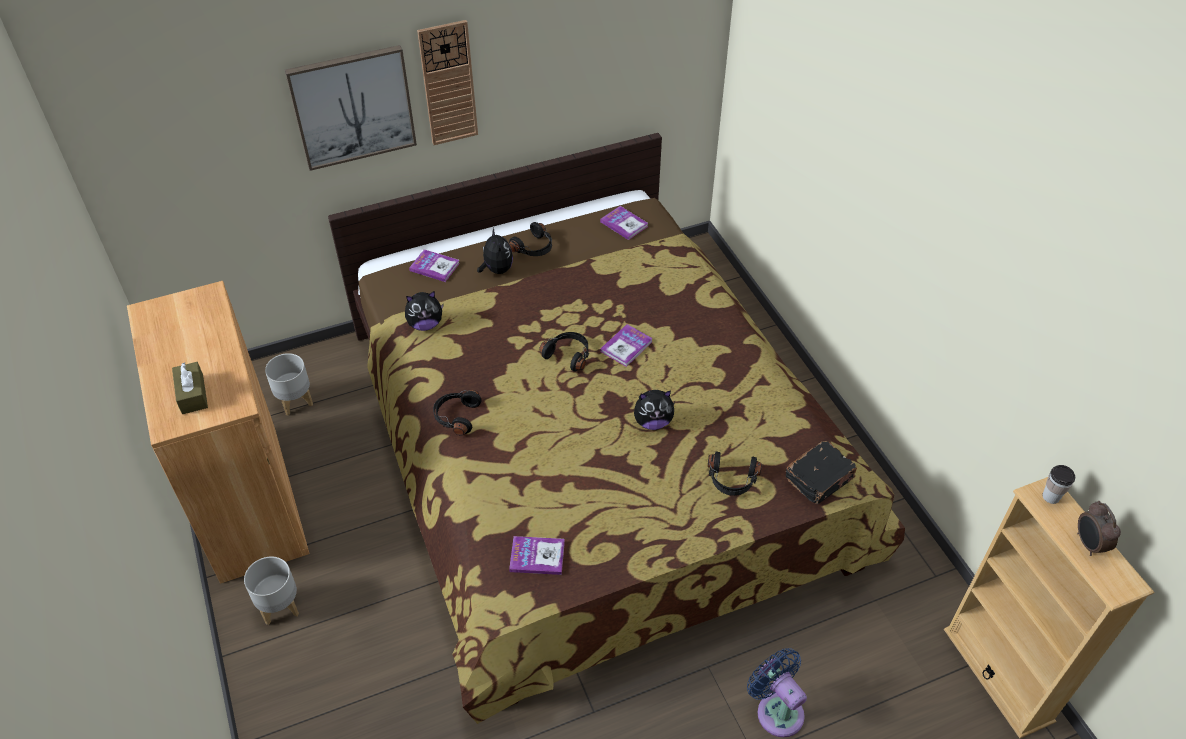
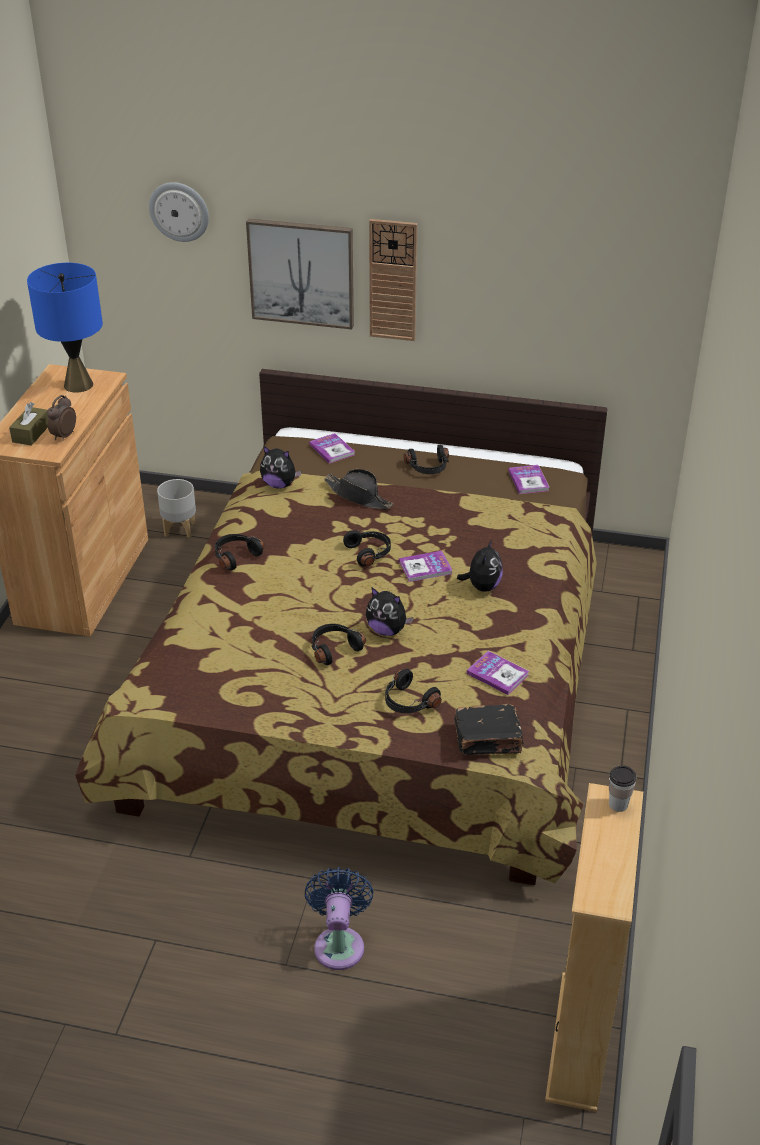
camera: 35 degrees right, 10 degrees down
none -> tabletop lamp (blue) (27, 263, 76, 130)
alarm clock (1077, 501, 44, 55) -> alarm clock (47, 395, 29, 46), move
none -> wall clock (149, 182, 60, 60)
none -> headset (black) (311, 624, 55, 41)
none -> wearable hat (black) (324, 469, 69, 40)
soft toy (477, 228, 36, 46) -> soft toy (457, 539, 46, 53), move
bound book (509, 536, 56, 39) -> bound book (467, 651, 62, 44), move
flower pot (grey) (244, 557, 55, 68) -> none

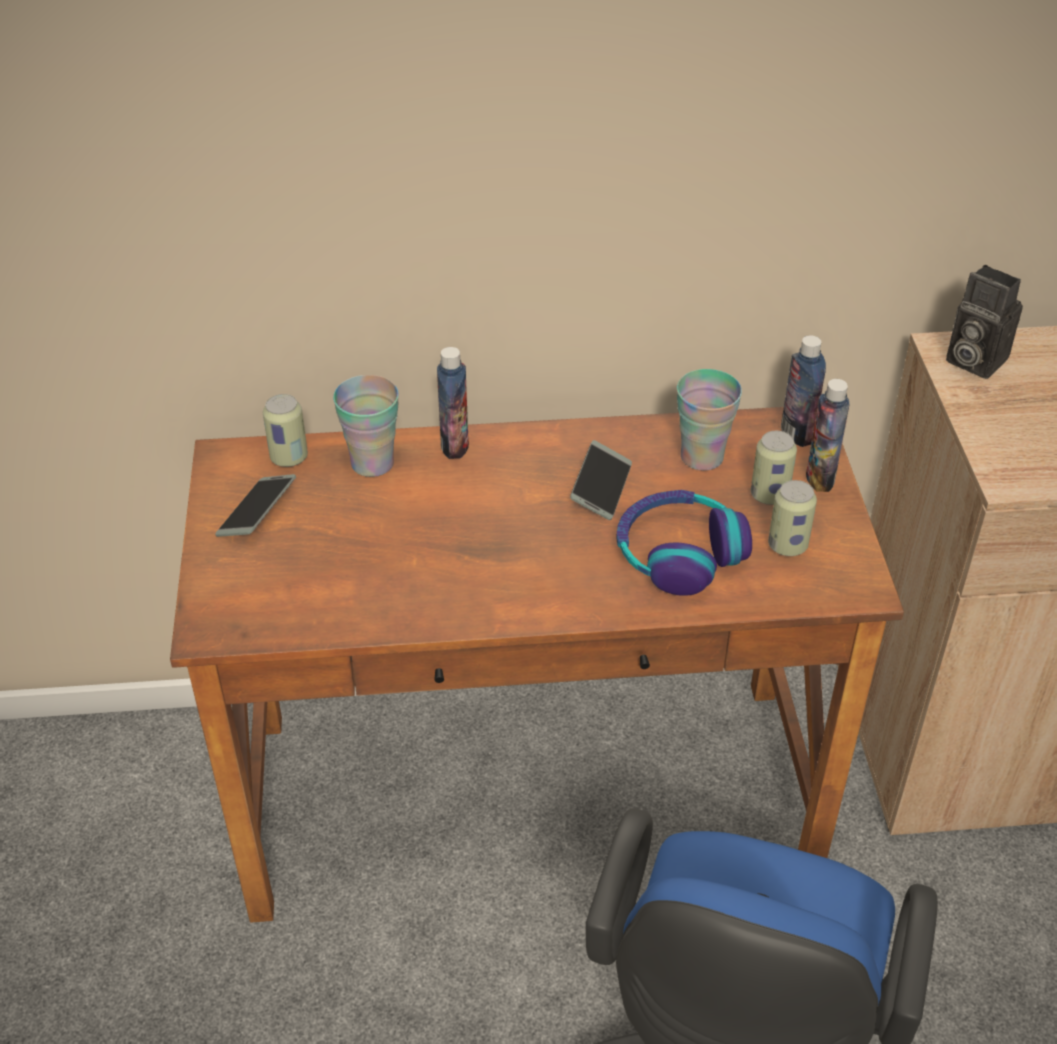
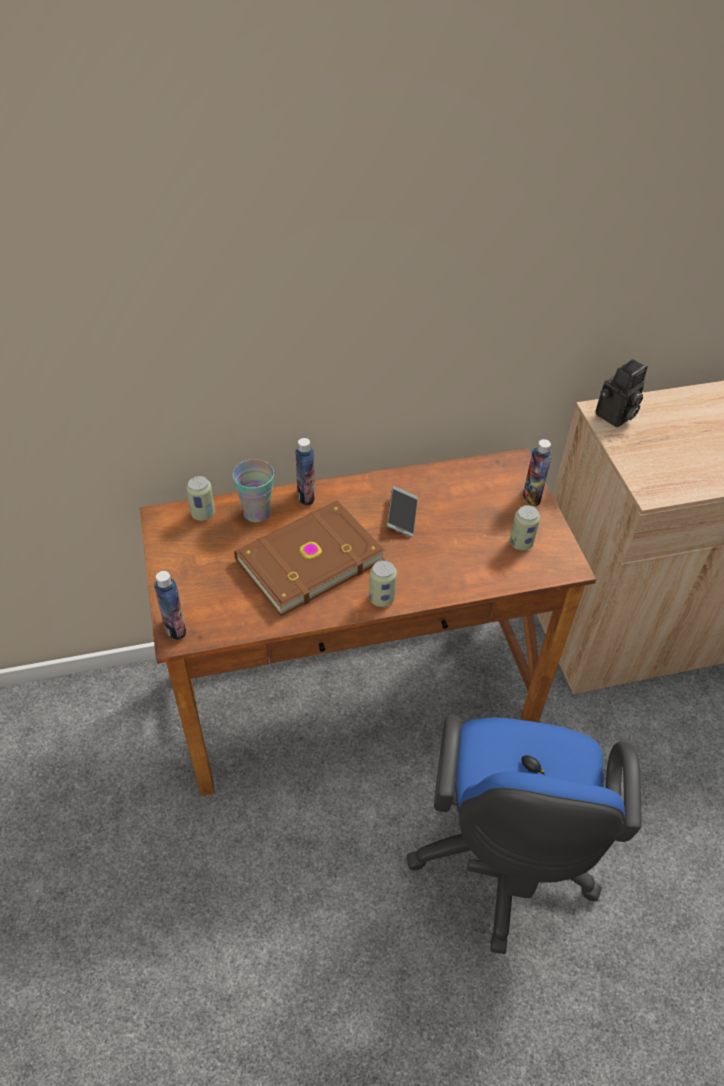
camera: 10 degrees left, 5 degrees up
beverage bottle (781, 335, 45, 112) -> beverage bottle (154, 571, 32, 69), move
none -> bound book (brownish) (234, 500, 151, 117)
metal can (750, 431, 47, 74) -> metal can (369, 560, 28, 47), move
still camera (946, 265, 77, 114) -> still camera (595, 359, 53, 68), 75 degrees counterclockwise
handset (215, 474, 81, 63) -> none
headset (616, 490, 136, 106) -> none
drinking cup (677, 369, 65, 102) -> none

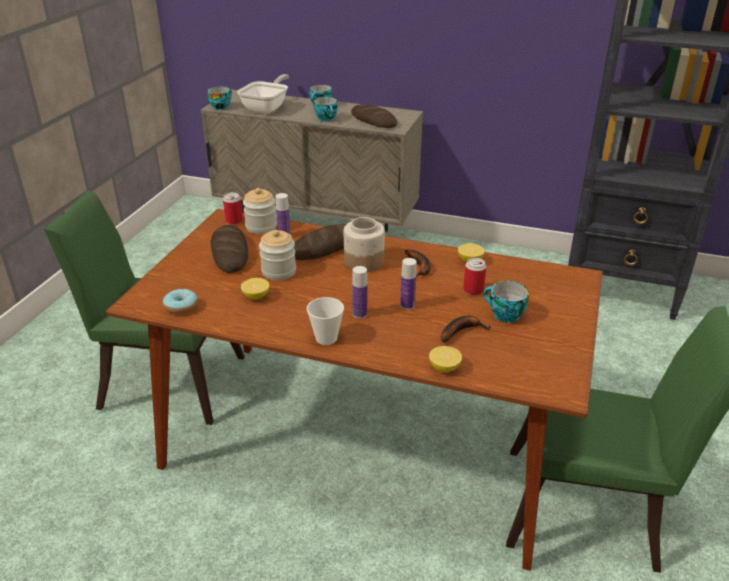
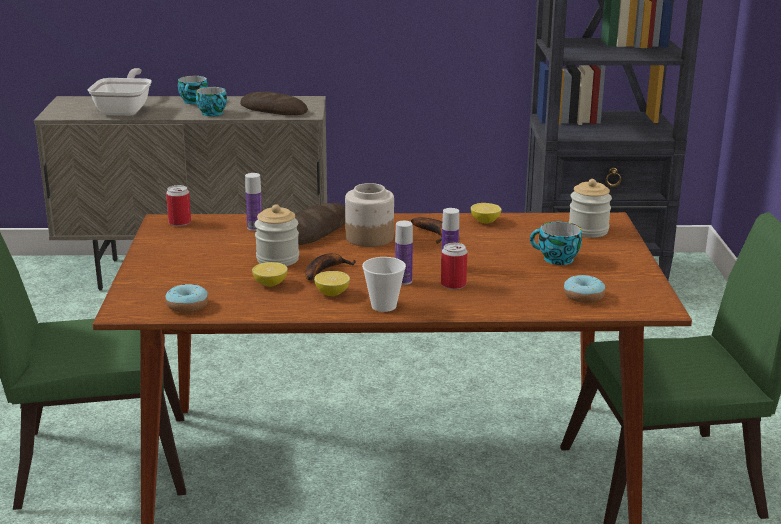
camera: 20 degrees left, 10 degrees down
whole banana (441, 316, 50, 27) -> whole banana (305, 253, 51, 28), move
whole lemon (429, 346, 33, 27) -> whole lemon (314, 271, 36, 25), move
metal can (463, 258, 23, 37) -> metal can (441, 243, 27, 47), move
none -> donut (563, 275, 42, 28)
storage jar (243, 188, 34, 46) -> storage jar (569, 179, 43, 59), move
drinking cup (207, 87, 25, 23) -> none
bread (211, 225, 37, 48) -> none

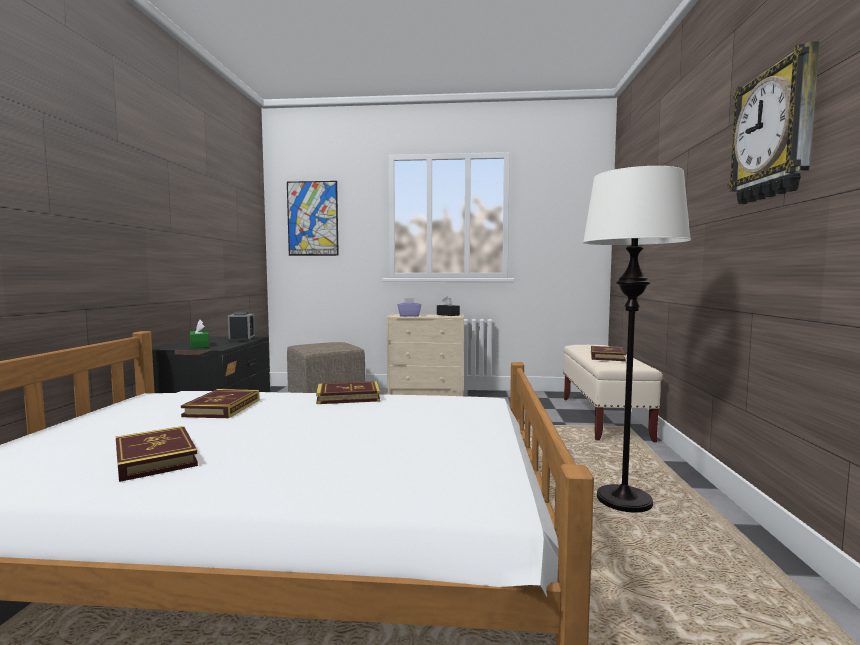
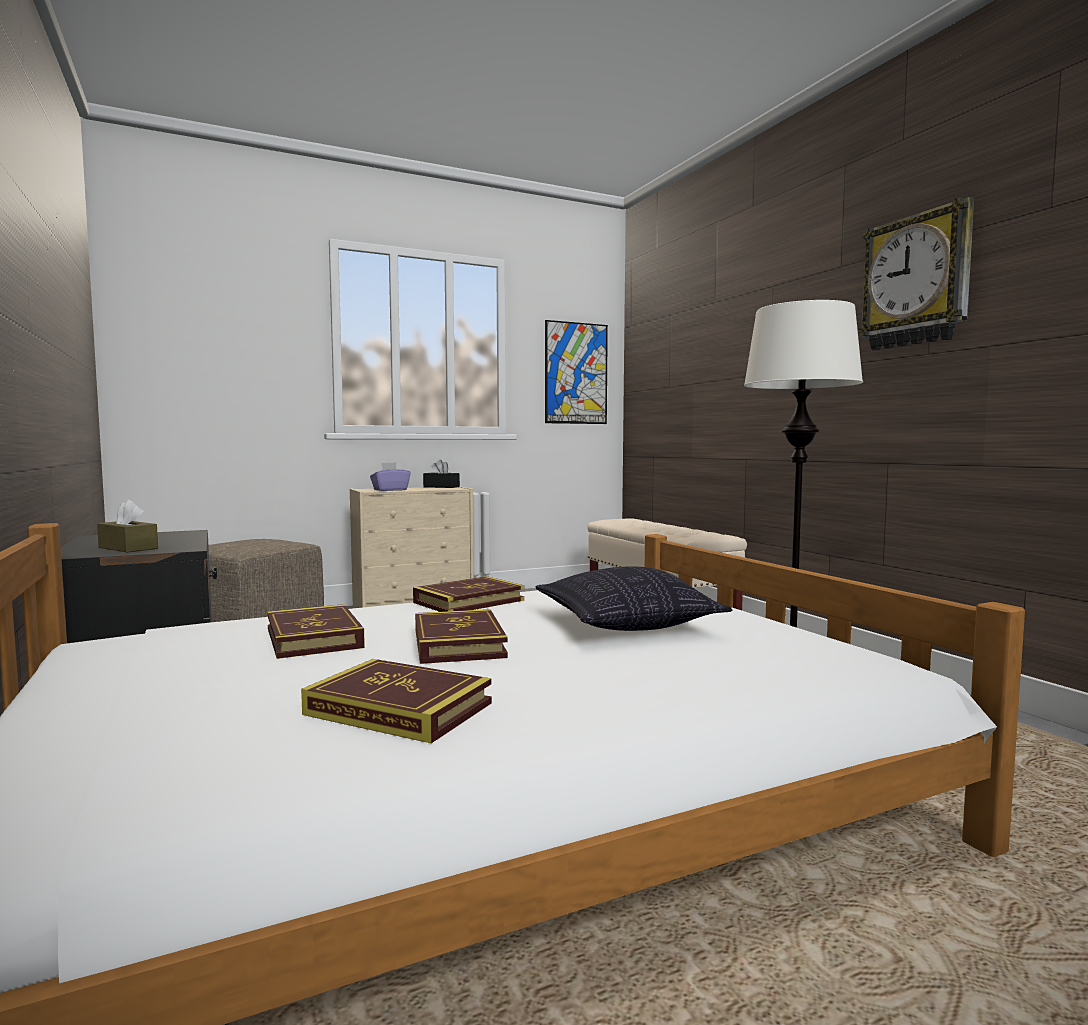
camera: 30 degrees left, 0 degrees up
box of tissues (green-coloured) (190, 320, 19, 28) -> box of tissues (brownish) (97, 499, 61, 54)
bound book (591, 346, 35, 15) -> bound book (415, 609, 93, 55), move
none -> pillow (536, 566, 196, 65)
wall picture (287, 181, 52, 75) -> wall picture (545, 320, 63, 104), move
alarm clock (228, 312, 27, 30) -> none

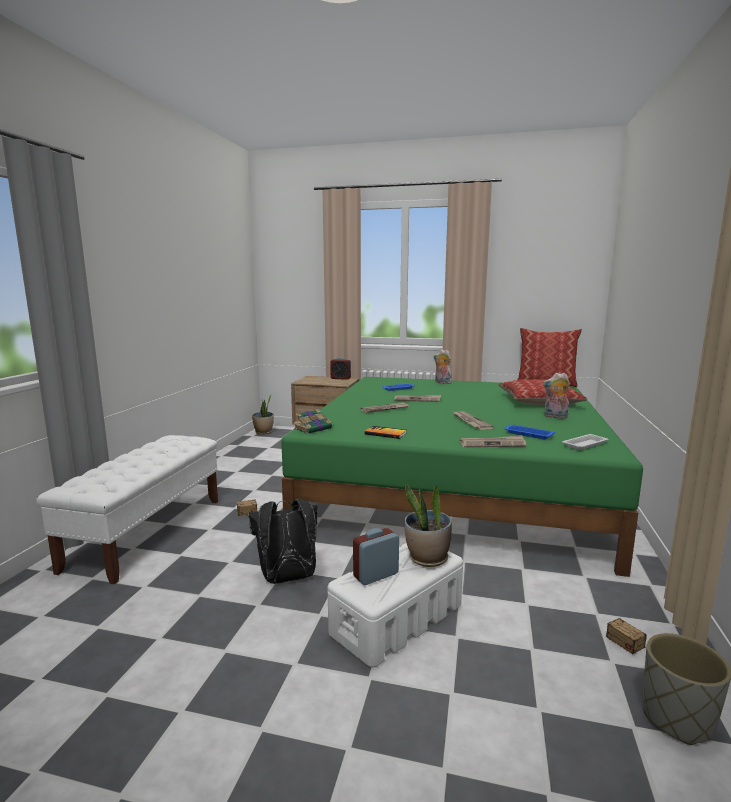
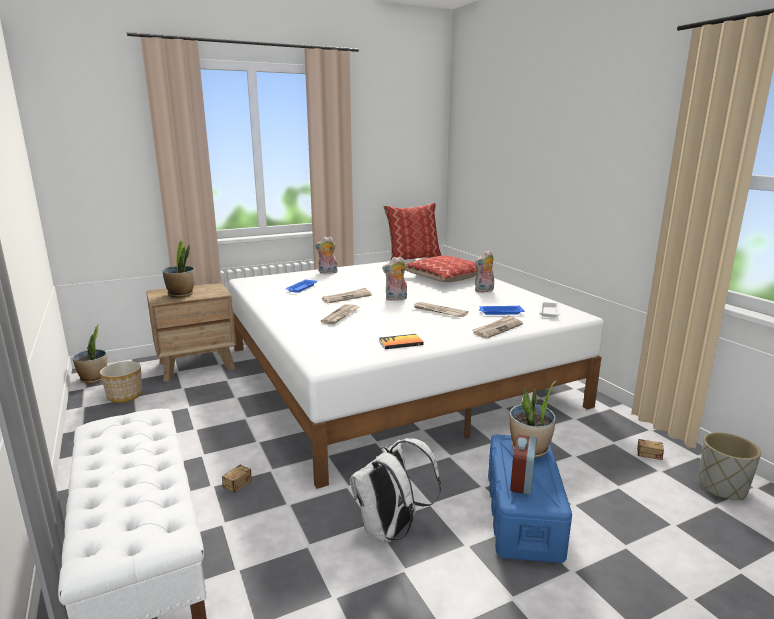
camera: 40 degrees left, 5 degrees up
none -> flower pot (100, 361, 42, 42)
none -> plant in a pot (163, 238, 32, 60)
sleeping bed (green-coloured) (281, 377, 362, 200) -> sleeping bed (white-coloured) (228, 257, 376, 232)
knapsack (black) (248, 499, 69, 85) -> knapsack (white-coloured) (350, 438, 91, 105)
none -> soft toy (382, 256, 25, 45)
storage bin (white-coloured) (328, 543, 135, 124) -> storage bin (blue) (488, 435, 84, 128)
bound book (294, 409, 38, 25) -> none
alarm clock (330, 357, 21, 23) -> none

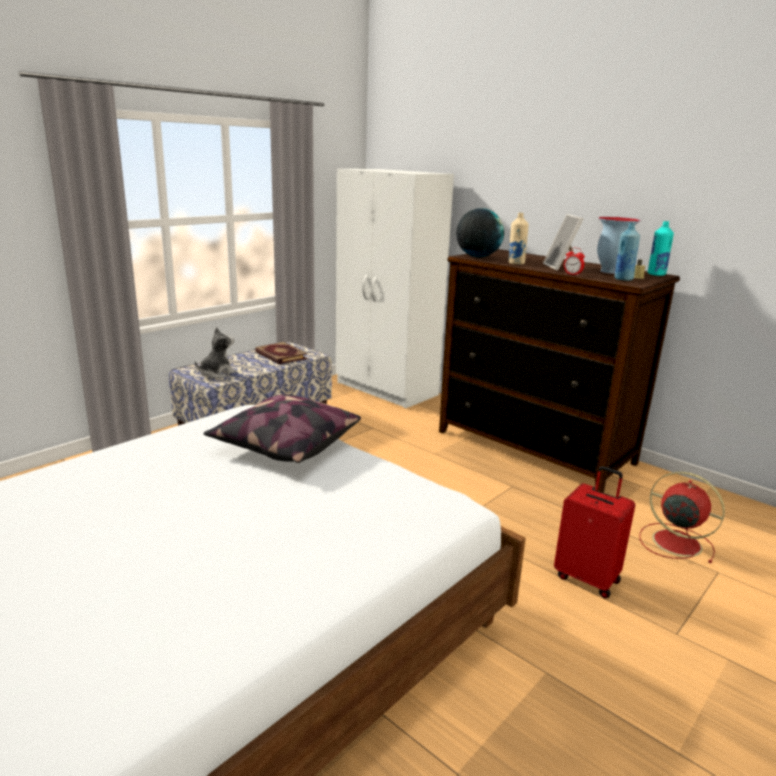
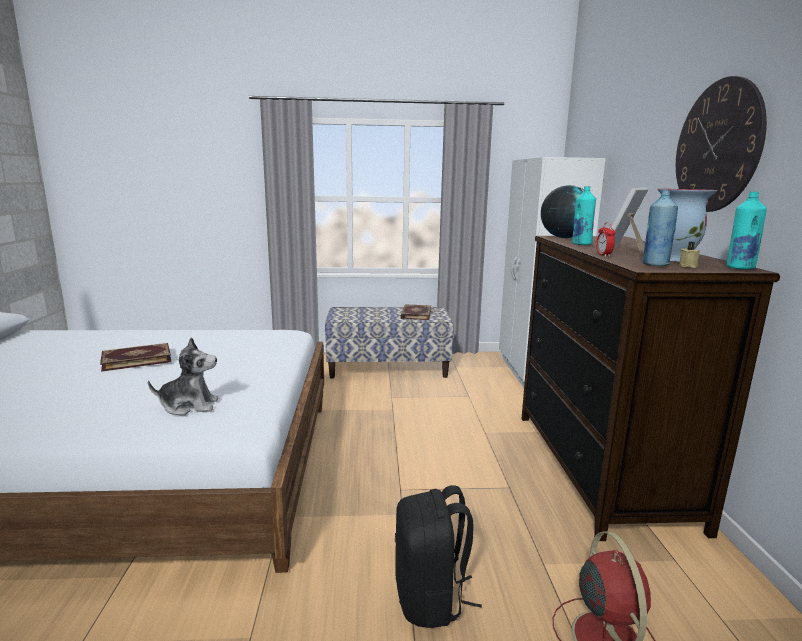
camera: 45 degrees right, 5 degrees down
none -> bound book (100, 343, 72, 29)
soft toy (195, 327, 42, 51) -> soft toy (148, 337, 71, 79), move
suitcase (reddish) (554, 466, 81, 132) -> knapsack (black) (395, 485, 87, 143)
beverage bottle (beige-coloured) (508, 212, 21, 53) -> beverage bottle (blue-green) (572, 186, 24, 59)
none -> wall clock (676, 76, 91, 136)
pillow (204, 394, 157, 69) -> none

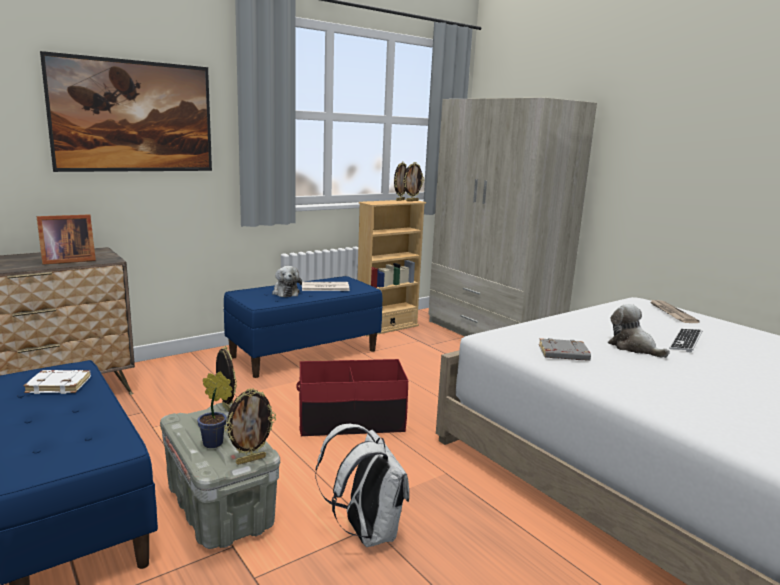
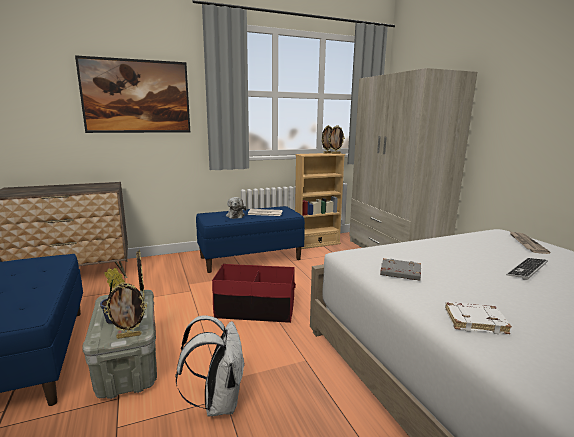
camera: 15 degrees right, 0 degrees up
bound book (white-coloured) (24, 370, 67, 24) -> bound book (white-coloured) (445, 302, 67, 32), move
picture frame (37, 214, 59, 51) -> none
soft toy (608, 304, 62, 54) -> none

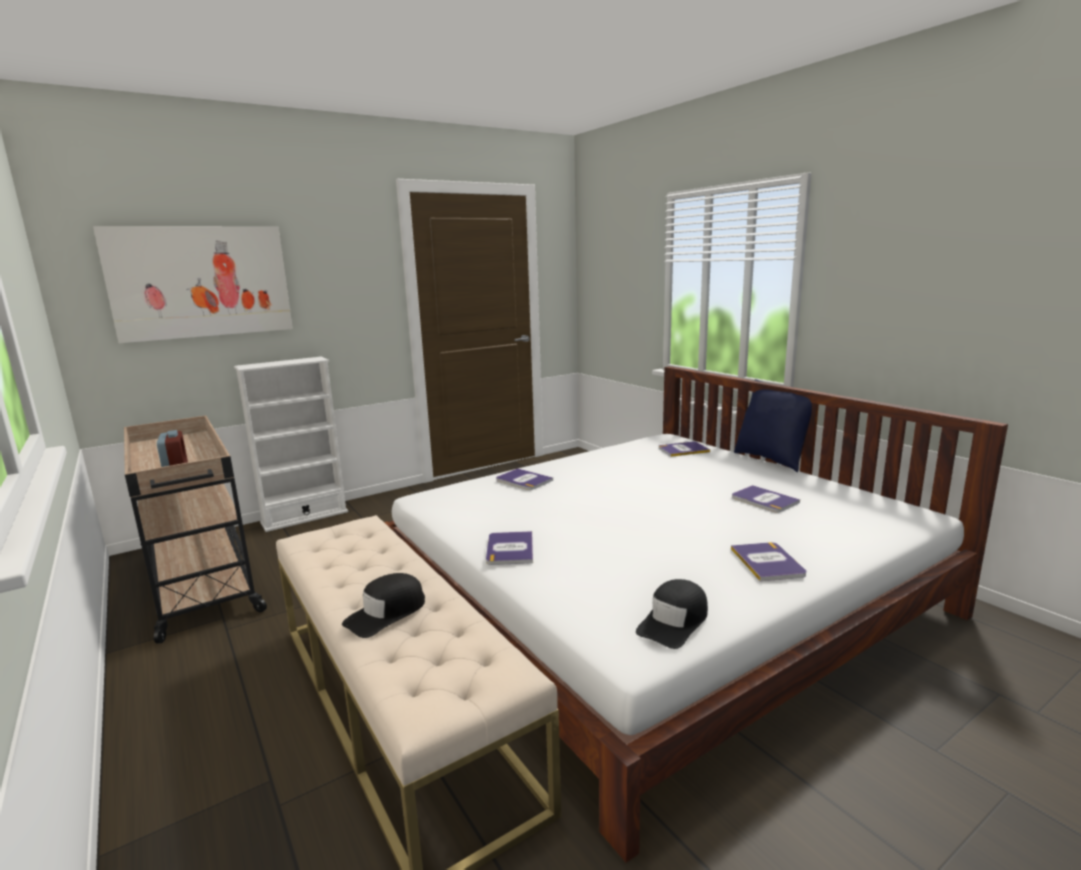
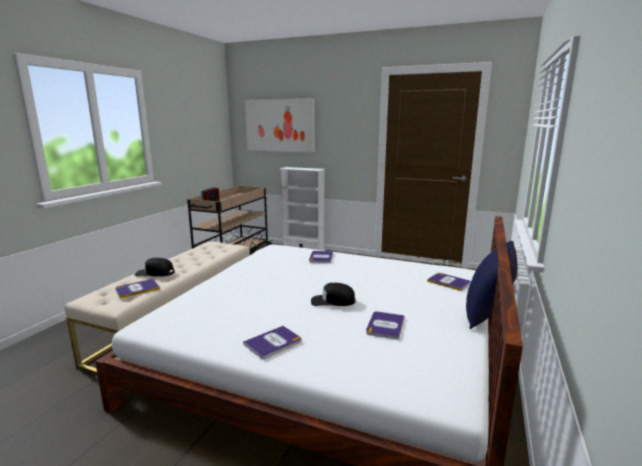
camera: 55 degrees right, 0 degrees up
bound book (486, 531, 47, 34) -> bound book (115, 279, 45, 19), move
cap (black) (636, 579, 72, 70) -> cap (black) (311, 283, 45, 23), move

